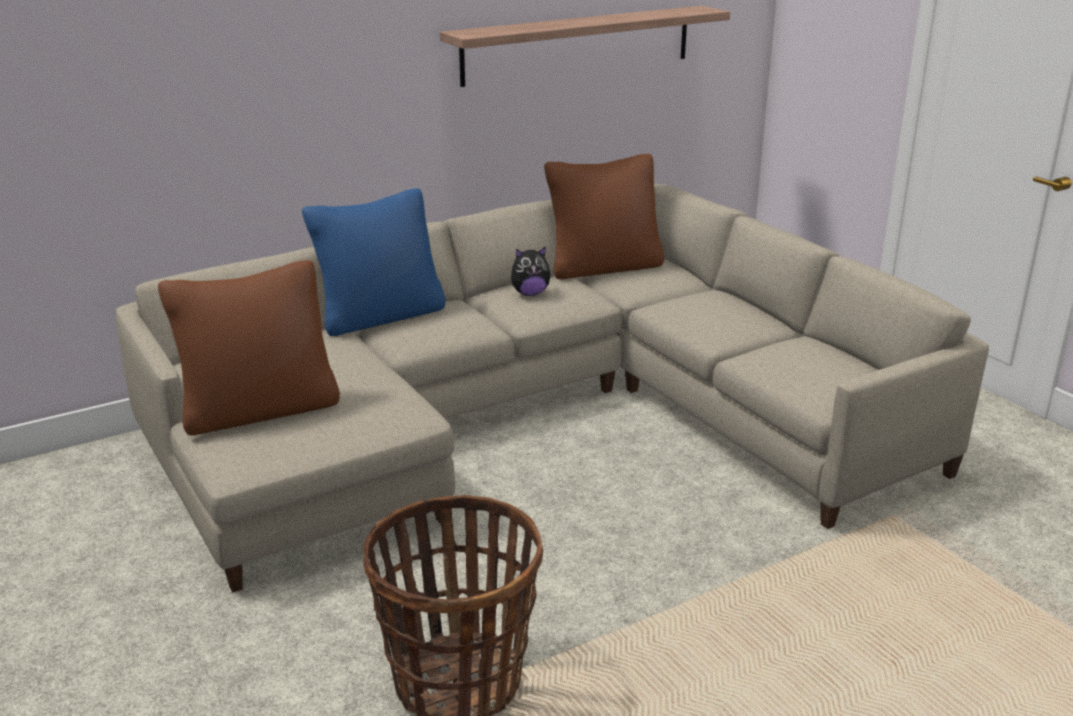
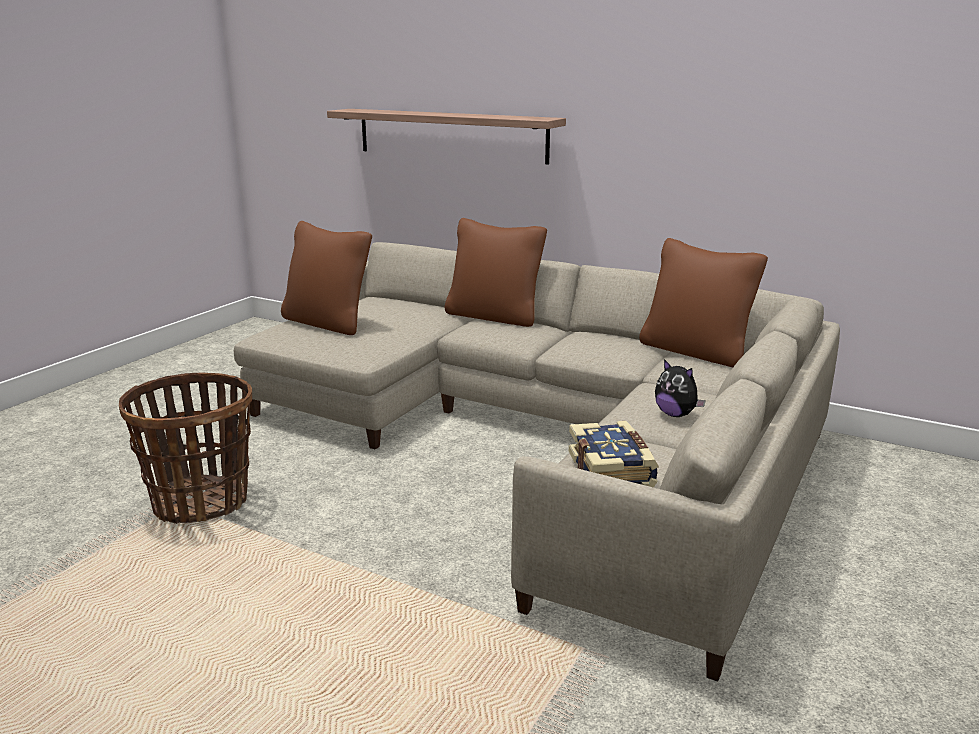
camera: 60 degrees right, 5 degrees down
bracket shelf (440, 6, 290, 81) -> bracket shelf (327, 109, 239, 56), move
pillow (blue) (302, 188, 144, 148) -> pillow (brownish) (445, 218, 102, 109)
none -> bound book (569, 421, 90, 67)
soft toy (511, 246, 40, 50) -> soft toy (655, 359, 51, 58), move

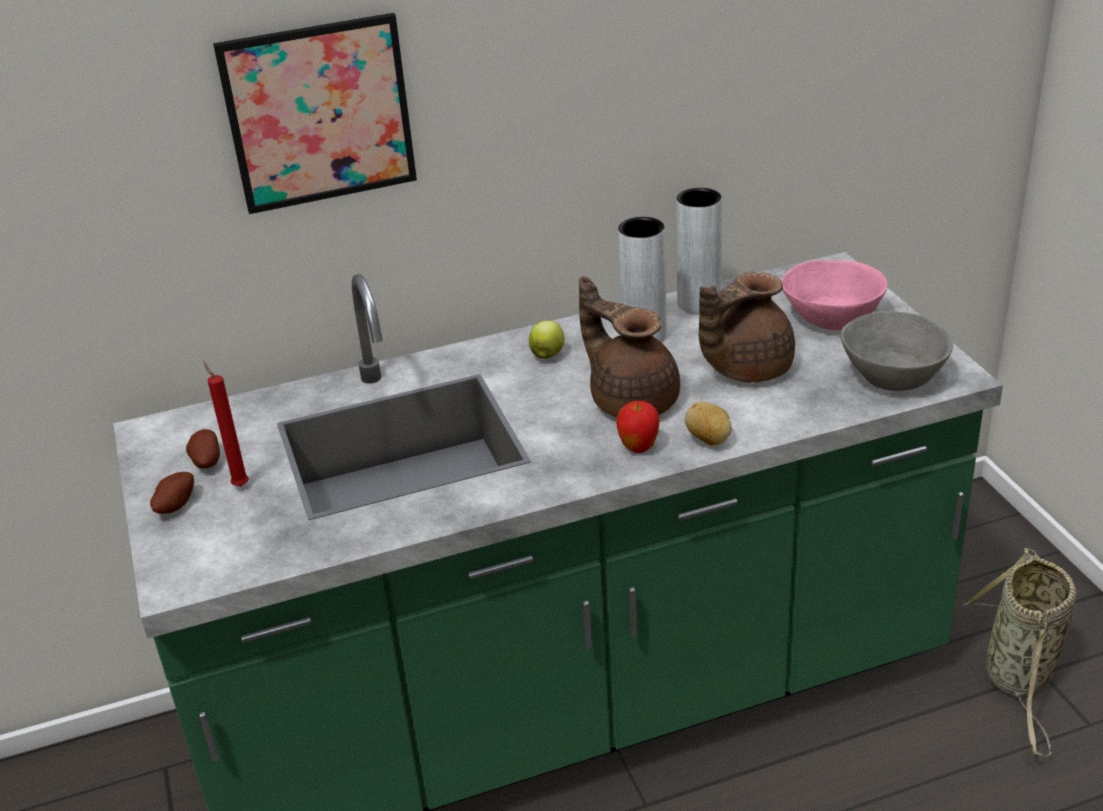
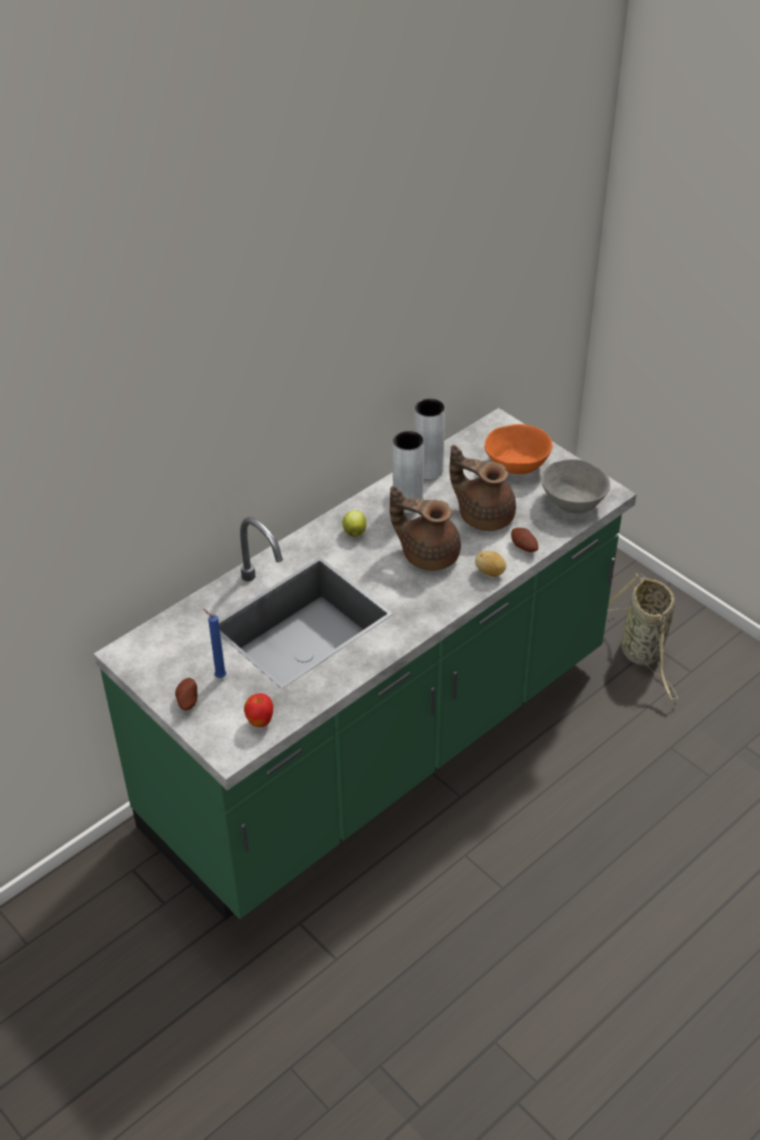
camera: 25 degrees left, 10 degrees up
candle (reddish) (203, 361, 46, 125) -> candle (blue) (203, 609, 24, 69)
whole apple (616, 401, 43, 52) -> whole apple (244, 693, 29, 34), move
teapot (brownish) (699, 272, 96, 111) -> teapot (brownish) (449, 445, 67, 86), 90 degrees clockwise
serving bowl (pink-coloured) (781, 260, 106, 70) -> serving bowl (orange) (484, 424, 68, 50)
potato (186, 429, 34, 40) -> potato (511, 528, 27, 24), move
wall picture (213, 13, 204, 201) -> none

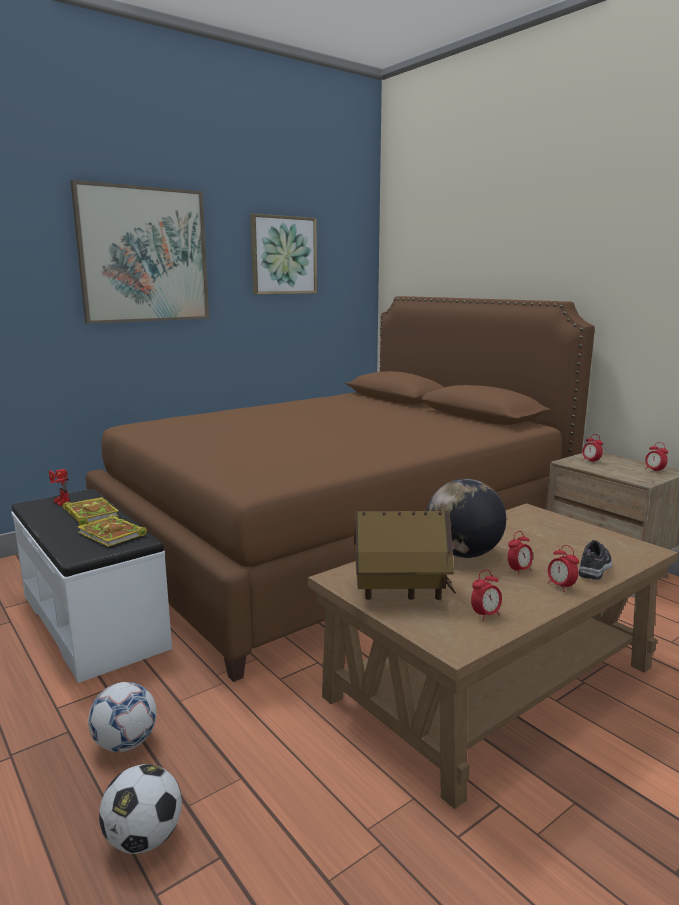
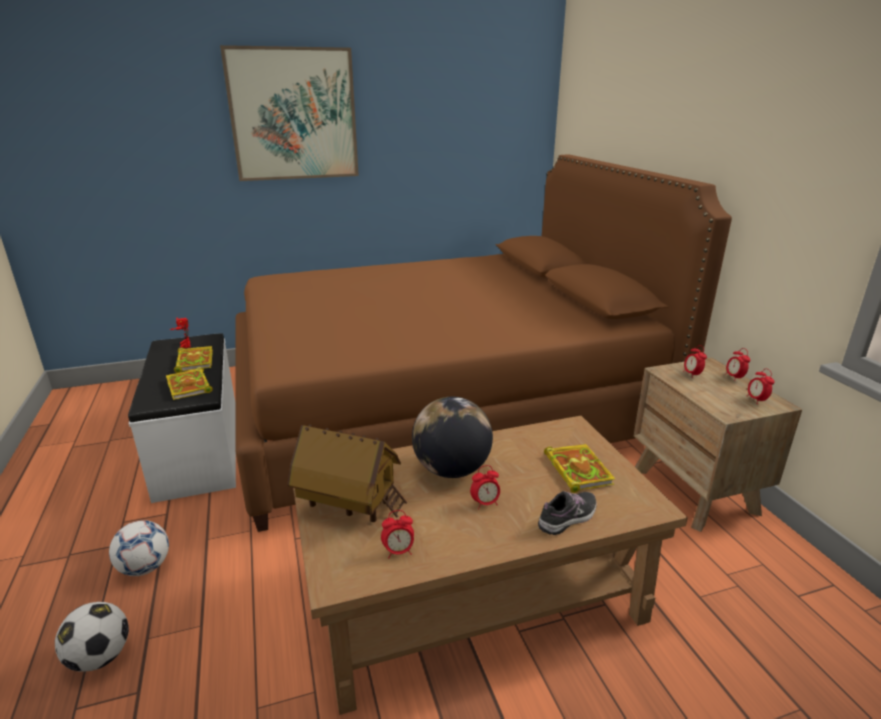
camera: 20 degrees right, 10 degrees up
none -> bound book (544, 444, 71, 49)
alarm clock (548, 545, 31, 47) -> alarm clock (726, 348, 25, 30), move
wall picture (250, 214, 67, 81) -> none

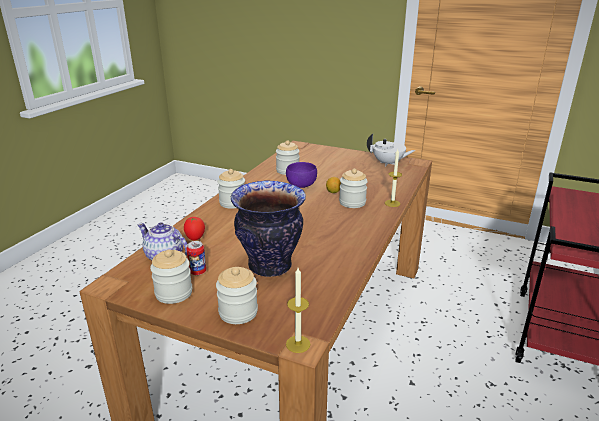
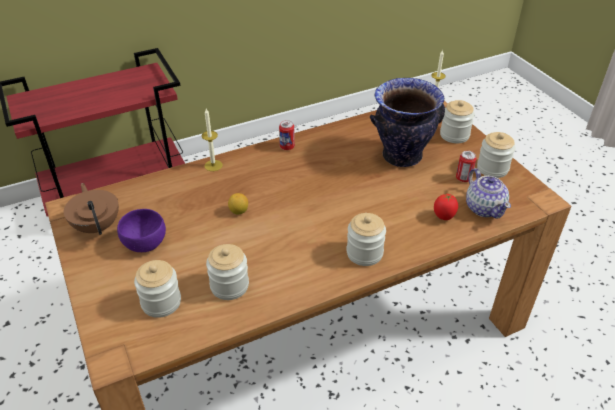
camera: 140 degrees left, 15 degrees up
teapot (white-coloured) (367, 134, 48, 33) -> teapot (brownish) (63, 183, 56, 52)
serving bowl (purplish) (286, 162, 31, 26) -> serving bowl (purplish) (117, 209, 49, 43), move
storage jar (339, 169, 29, 39) -> storage jar (134, 260, 47, 58), move
none -> metal can (279, 120, 16, 30)

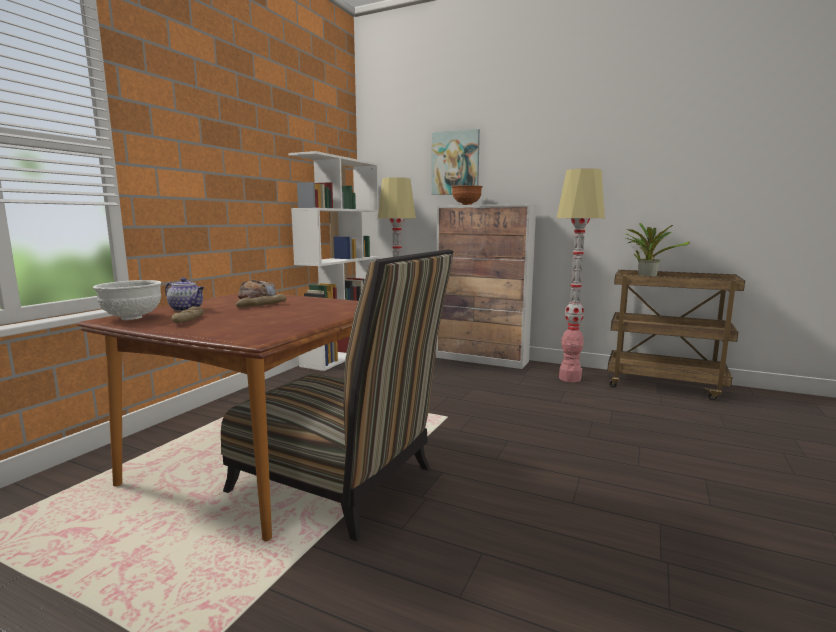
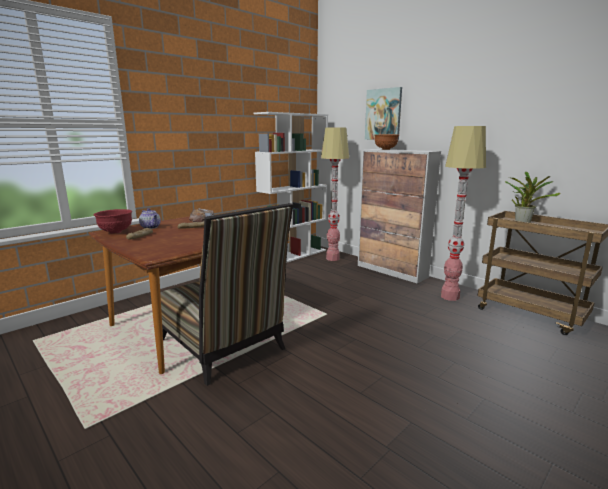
camera: 20 degrees right, 5 degrees up
serving bowl (white-coloured) (93, 280, 69, 40) -> serving bowl (reddish) (94, 209, 38, 25)

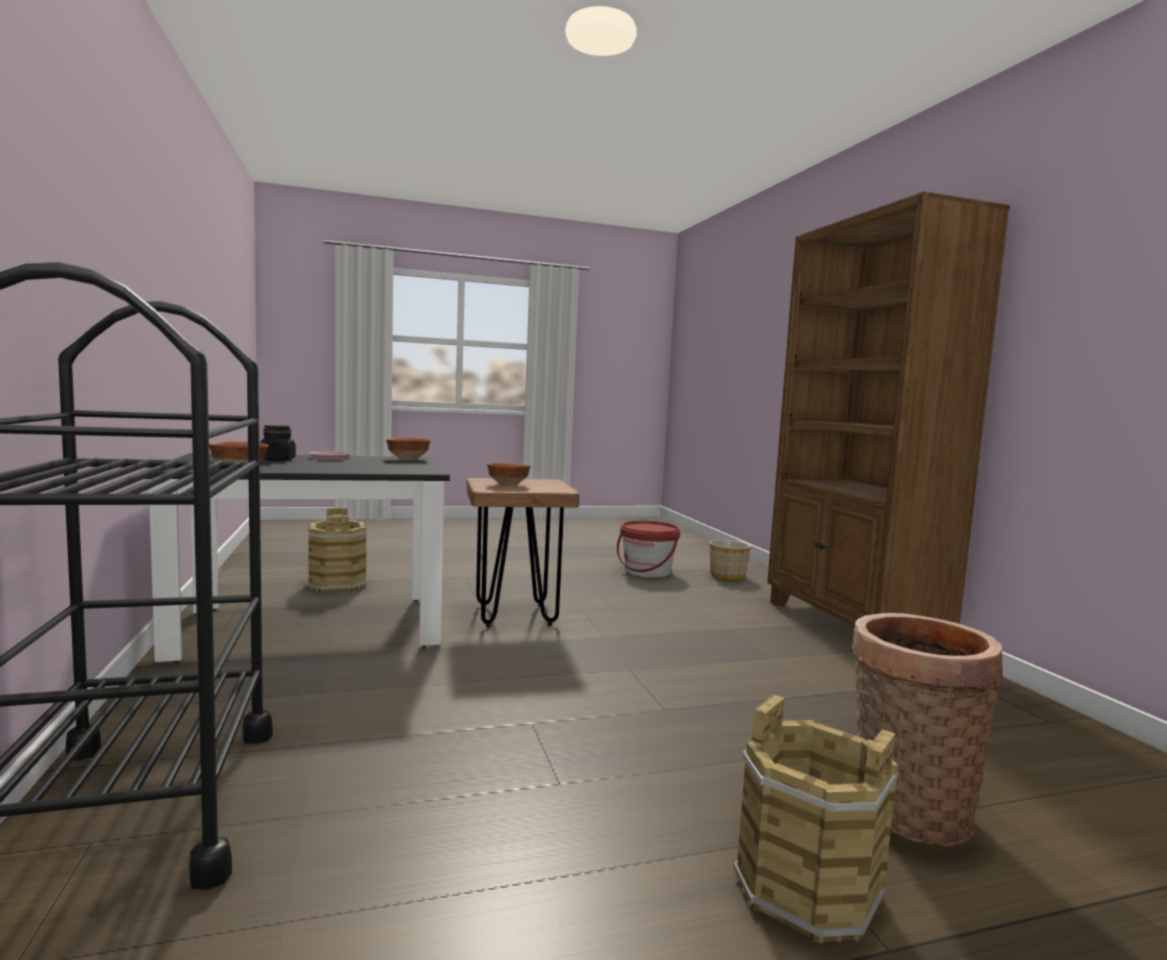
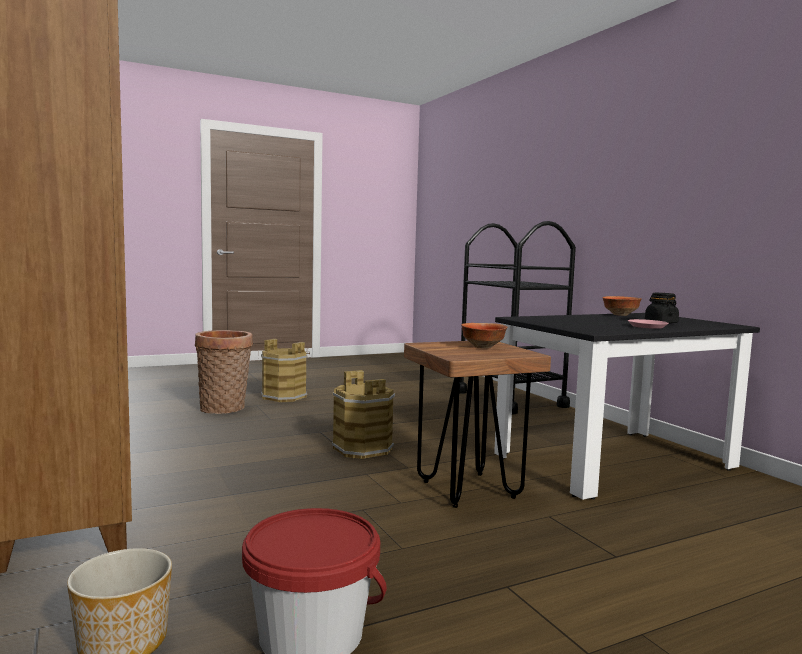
camera: 170 degrees right, 0 degrees up
bucket (brownish) (307, 507, 60, 86) -> bucket (brownish) (332, 370, 63, 89), move
serving bowl (386, 438, 45, 23) -> none

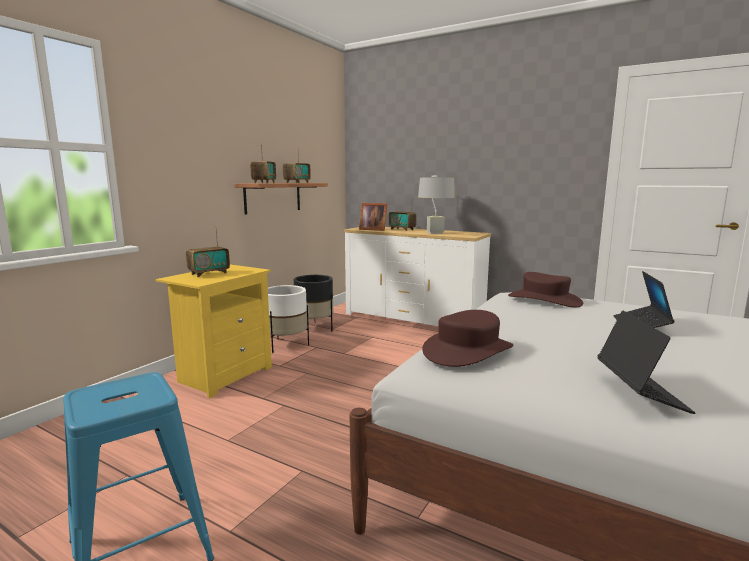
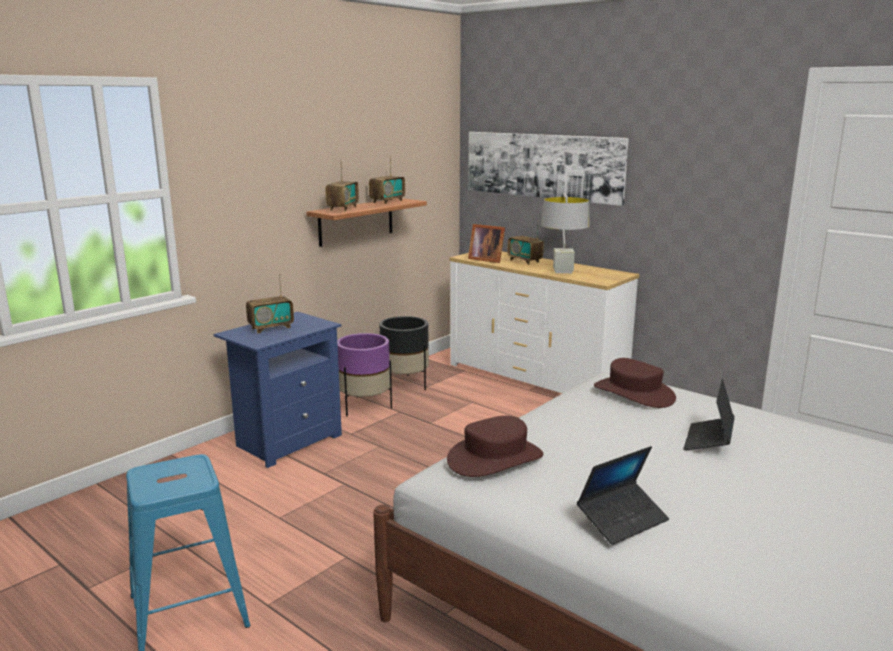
camera: 10 degrees right, 5 degrees up
nightstand (yellow-coloured) (156, 264, 116, 134) -> nightstand (blue) (214, 312, 128, 156)
flower pot (white-coloured) (268, 285, 41, 68) -> flower pot (purplish) (337, 333, 55, 83)
none -> wall picture (468, 132, 161, 74)
laptop (597, 311, 99, 103) -> laptop (577, 446, 92, 99), 45 degrees clockwise

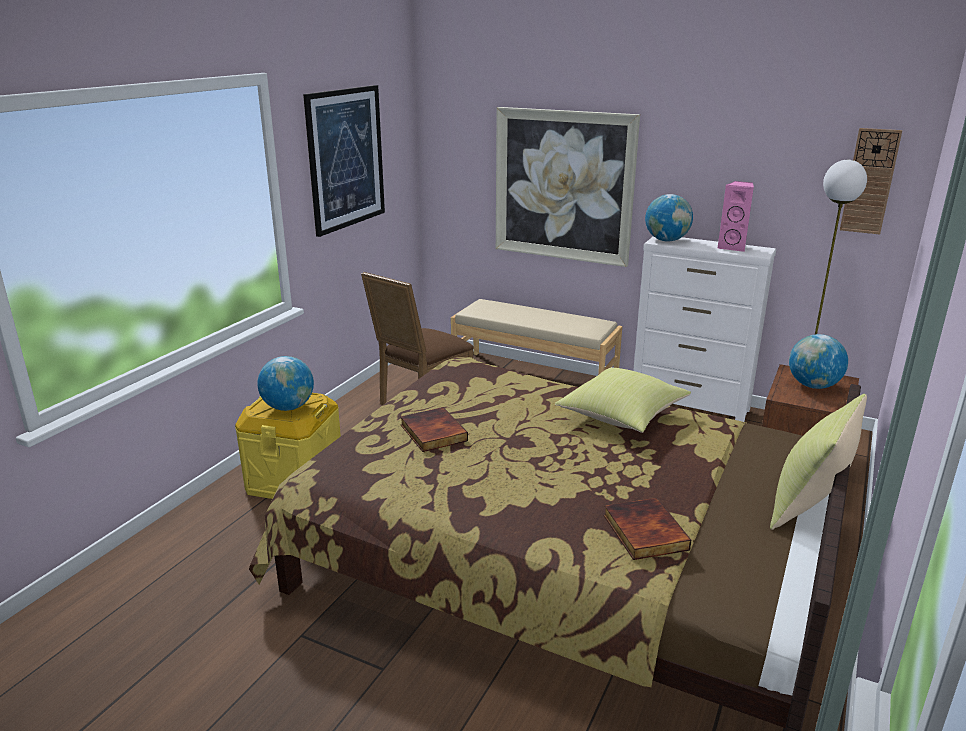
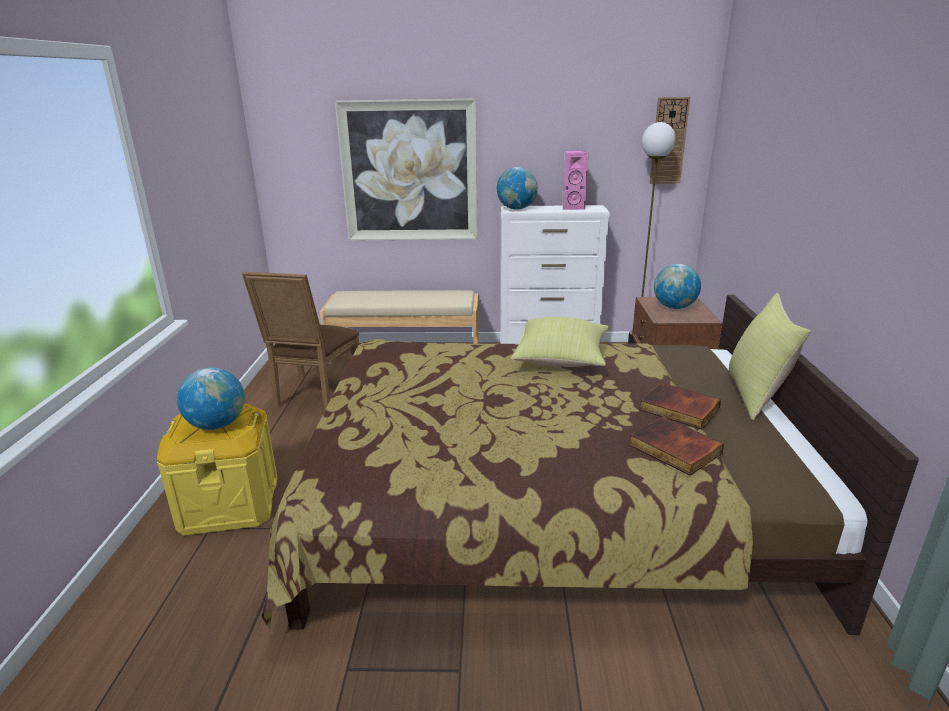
camera: 25 degrees left, 0 degrees up
bound book (400, 407, 68, 45) -> bound book (639, 382, 82, 47), move
wall picture (303, 85, 82, 152) -> none

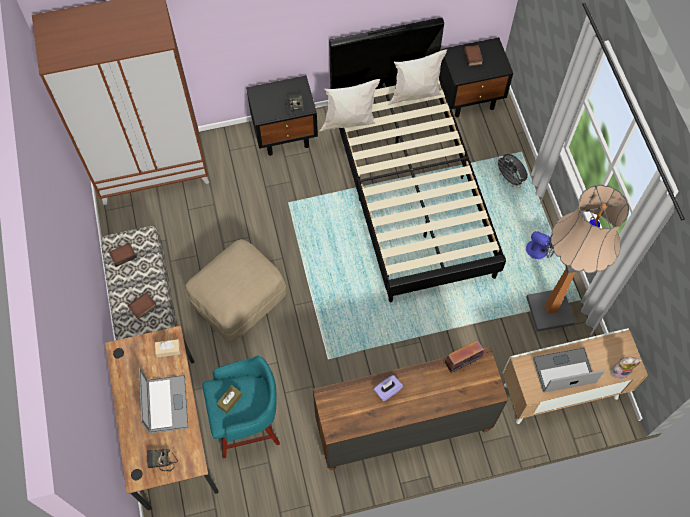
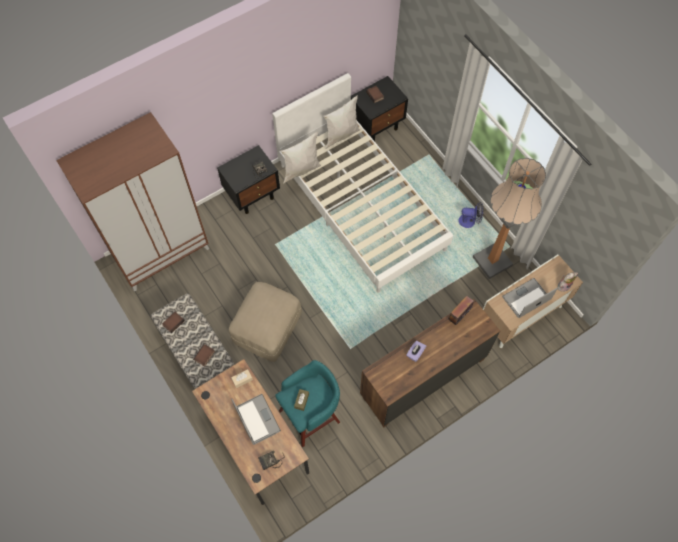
camera: 20 degrees left, 0 degrees up
sleeping bed (black) (329, 17, 177, 285) -> sleeping bed (white-coloured) (272, 73, 181, 220)
electric fan (grey) (495, 154, 32, 34) -> none

